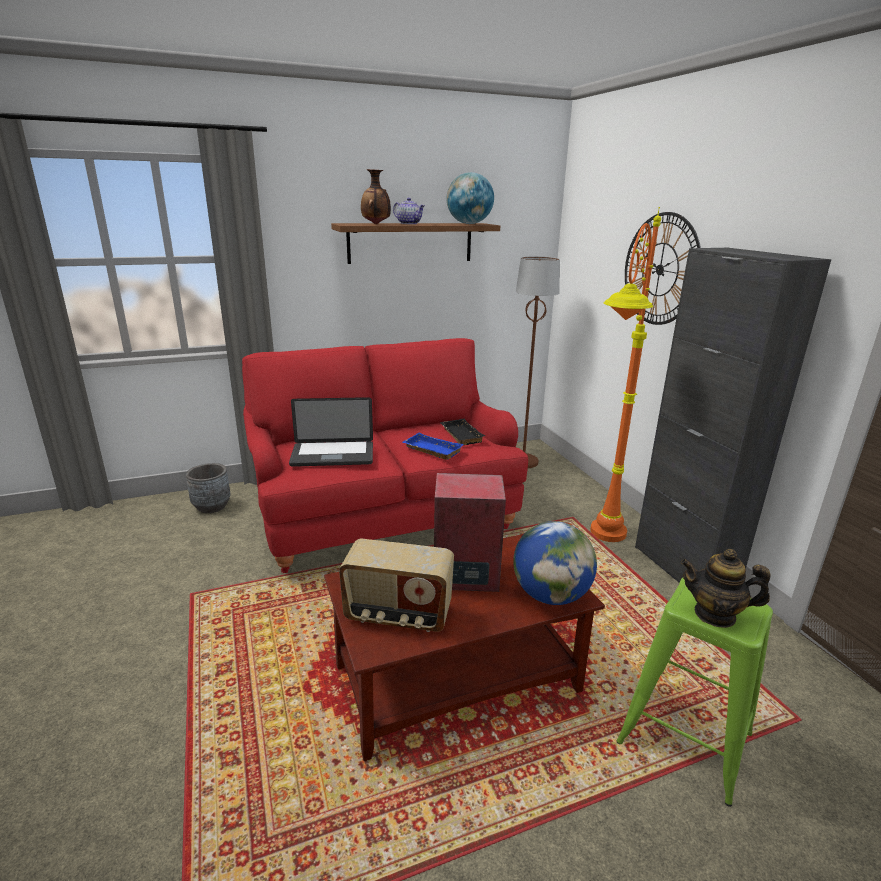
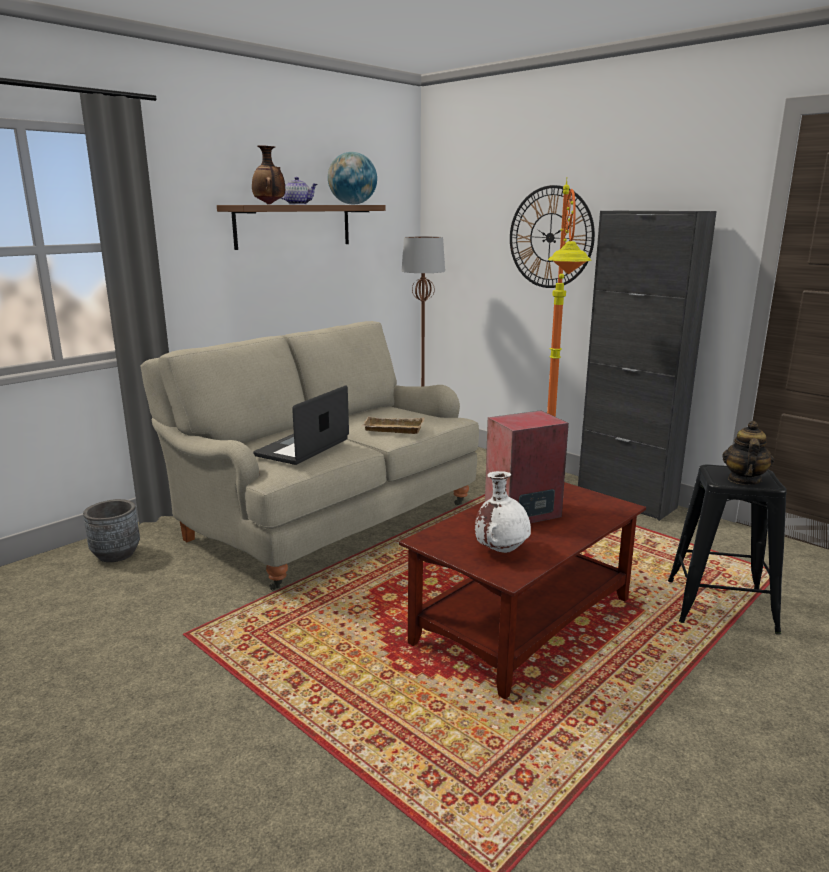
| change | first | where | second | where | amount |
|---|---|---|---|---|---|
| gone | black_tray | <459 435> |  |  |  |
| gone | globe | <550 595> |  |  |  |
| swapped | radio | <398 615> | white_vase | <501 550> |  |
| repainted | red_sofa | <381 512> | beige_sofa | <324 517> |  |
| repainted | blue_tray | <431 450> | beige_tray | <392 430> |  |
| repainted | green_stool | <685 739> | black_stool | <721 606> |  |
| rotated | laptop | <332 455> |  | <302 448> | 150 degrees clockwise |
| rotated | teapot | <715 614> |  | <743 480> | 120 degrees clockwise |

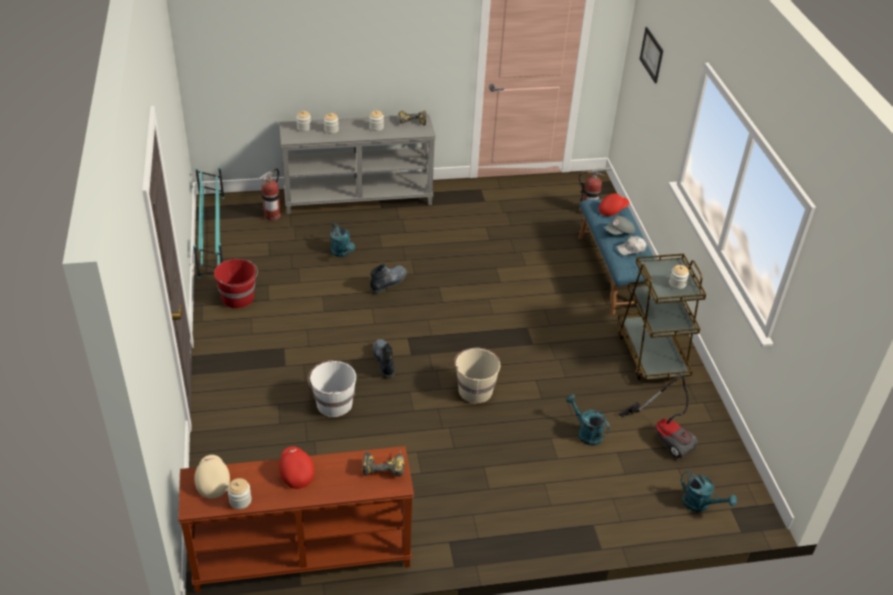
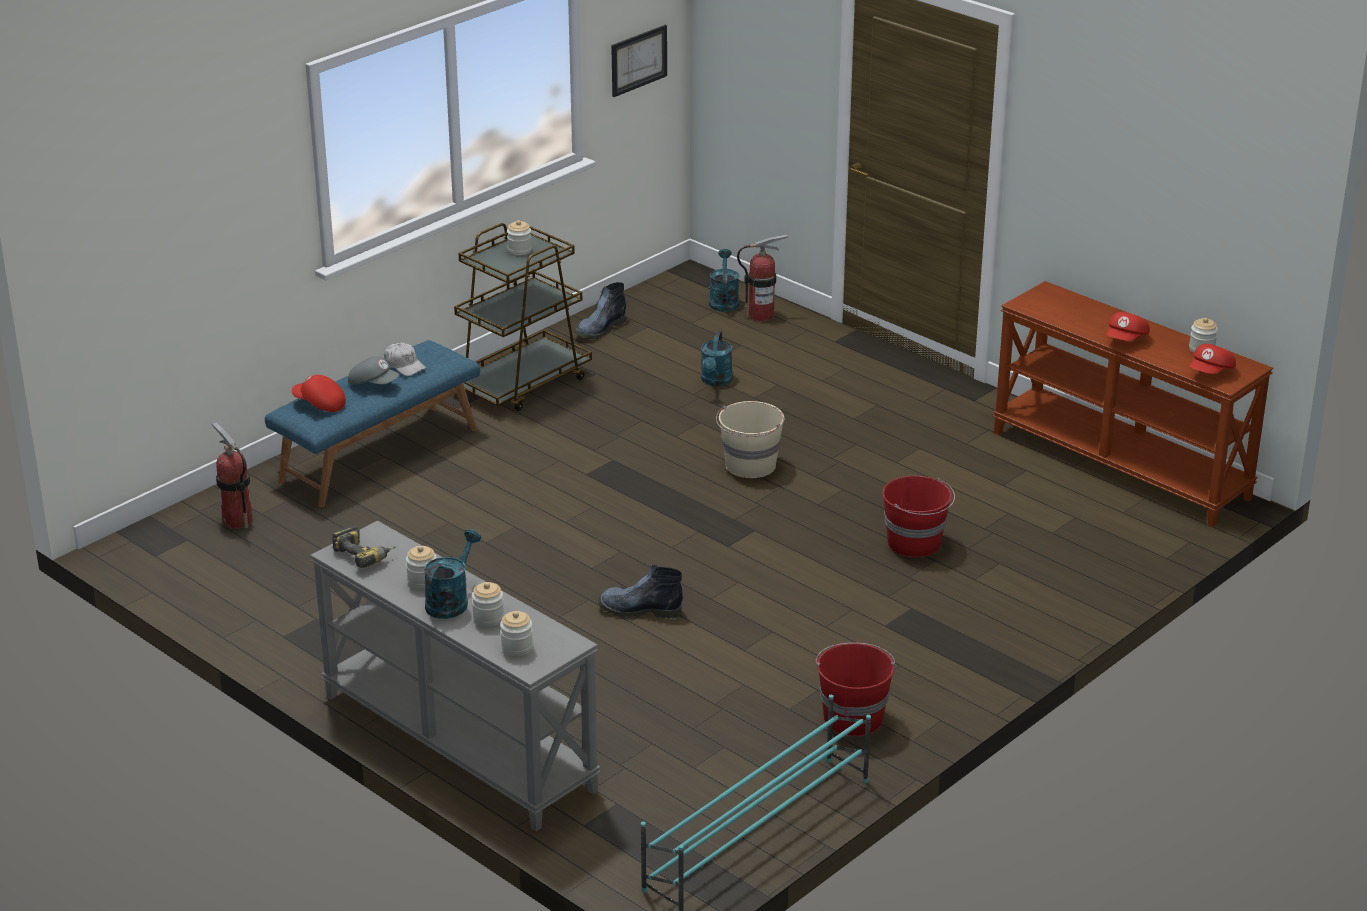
| change | first | where | second | where | amount |
|---|---|---|---|---|---|
| gone | power_drill | <384 466> |  |  |  |
| gone | vacuum_cleaner | <665 435> |  |  |  |
| shifted | fire_extinguisher | <272 216> |  | <761 315> |  |
| shifted | turquoise_watering_can | <342 253> |  | <450 601> |  |
| shifted | boot | <383 361> |  | <600 330> |  |
| shifted | picture | <652 54> |  | <638 60> |  |
| repainted | beige_cap | <212 481> | red_cap | <1211 372> |  |
| repainted | white_bucket | <333 404> | red_bucket | <915 543> |  |

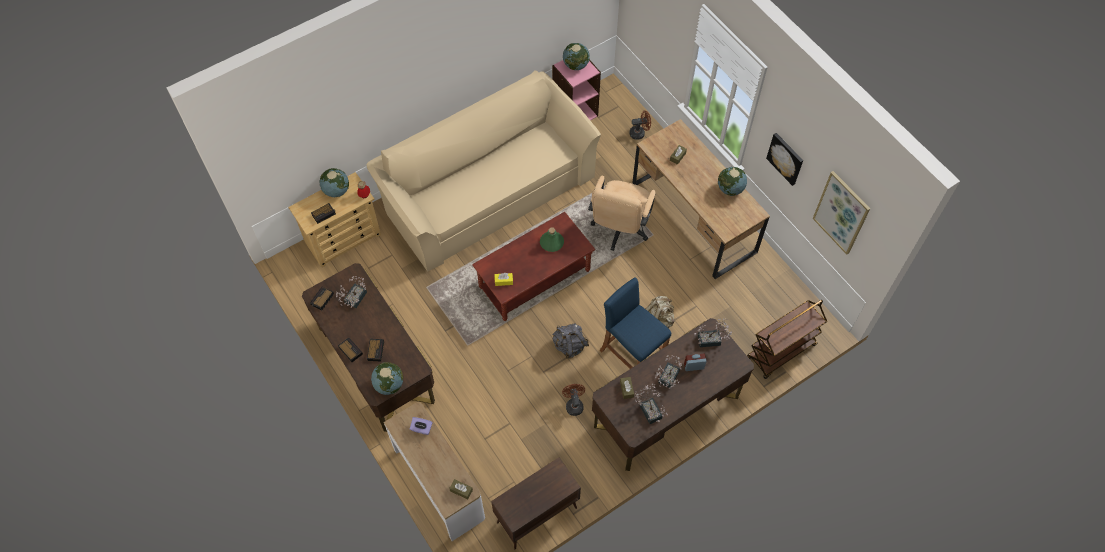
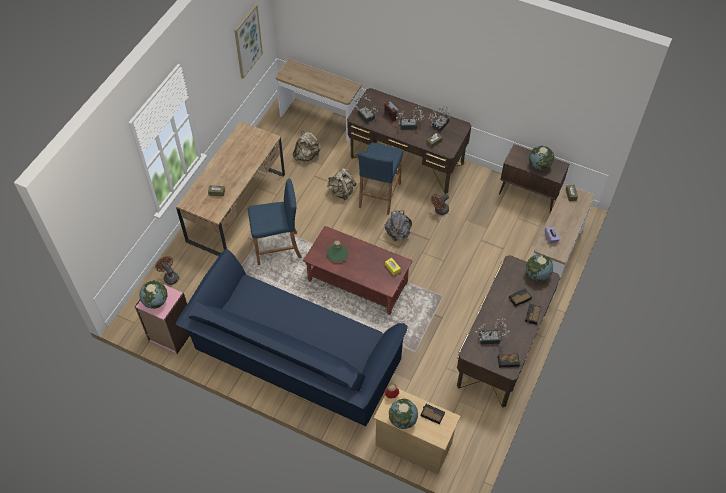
| change | first | where | second | where | amount |
|---|---|---|---|---|---|
| gone | picture | <786 158> |  |  |  |
| new |  |  | beige_backpack | <307 155> |  |
| shifted | globe | <730 189> |  | <539 165> |  |
| swapped | beige_office_chair | <619 230> | blue_stool | <277 248> |  |
| swapped | brown_cart | <781 352> | console_table | <320 119> |  |
| repainted | beige_sofa | <486 189> | blue_sofa | <294 359> |  |

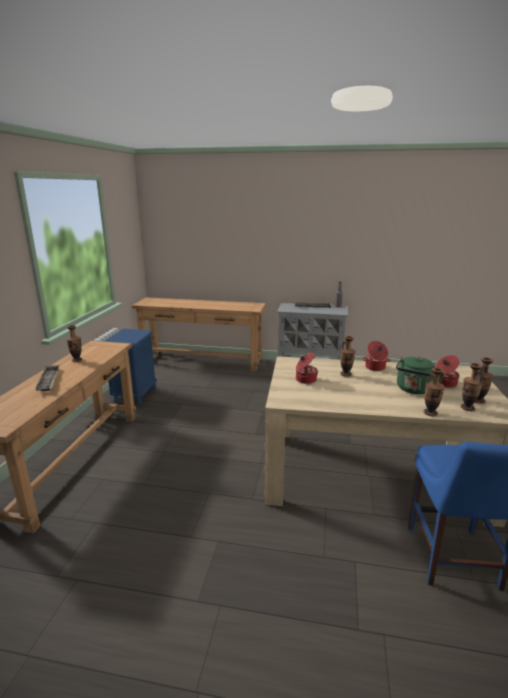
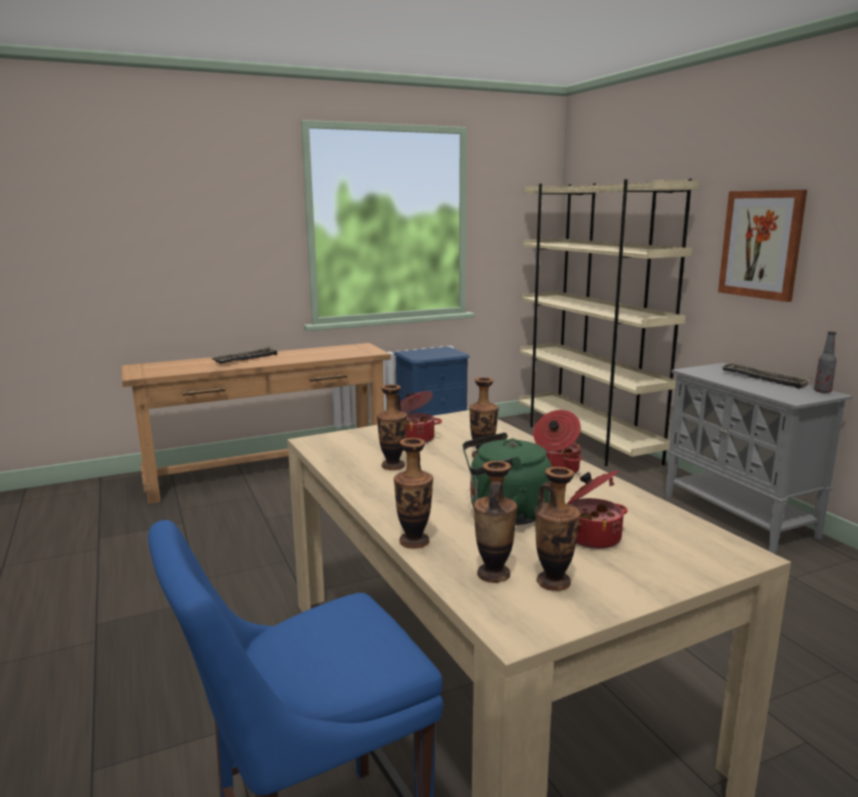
| change | first | where | second | where | amount |
|---|---|---|---|---|---|
| new |  |  | picture | <761 244> |  |
| shifted | vase | <77 360> |  | <393 466> |  |
| swapped | brown_console_table | <202 361> | beige_bookcase | <586 441> |  |

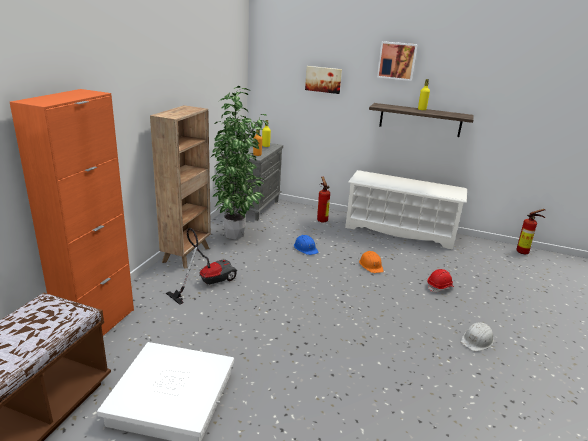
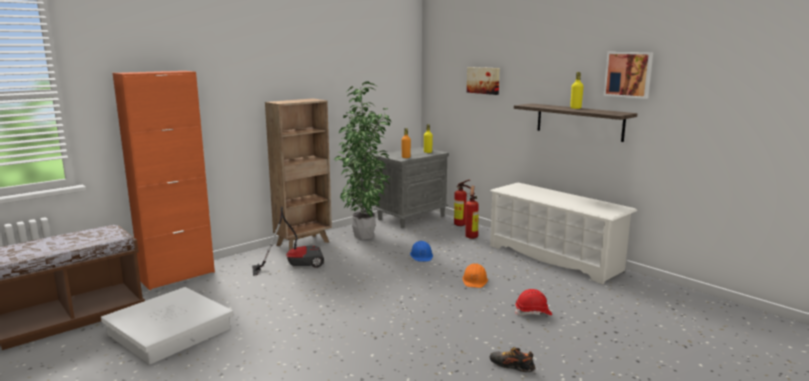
| change | first | where | second | where | amount |
|---|---|---|---|---|---|
| shifted | picture | <397 61> |  | <628 74> |  |
| shifted | fire_extinguisher | <524 252> |  | <461 225> |  |
| swapped | white_hard_hat | <477 340> | shoe | <511 366> |  |

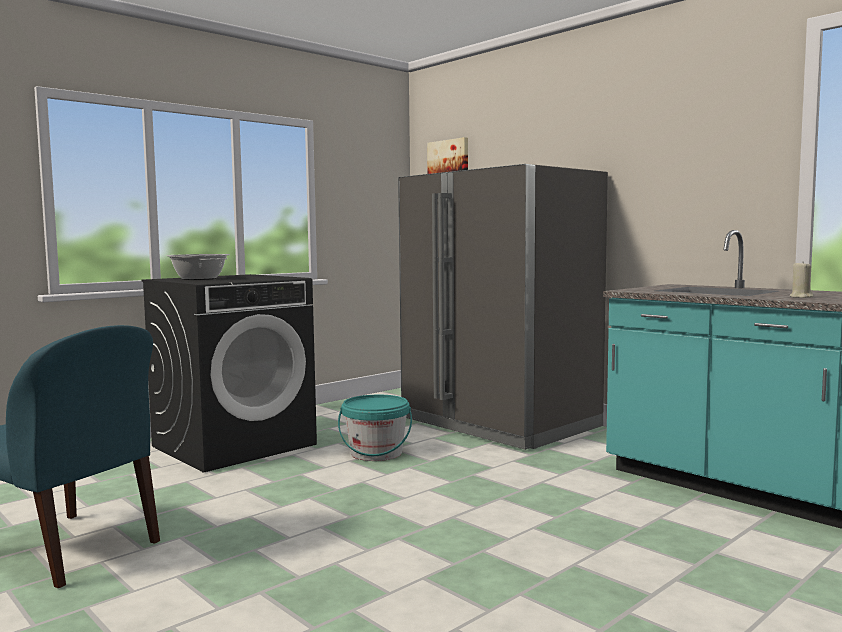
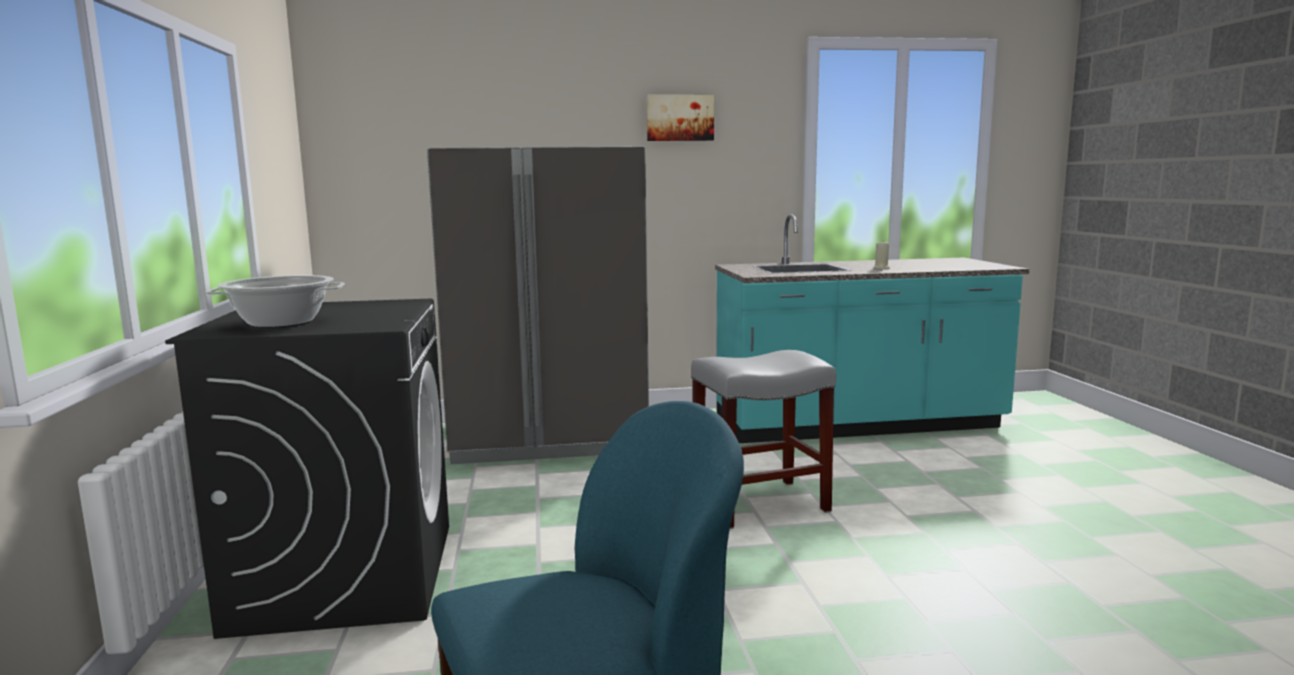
| change | first | where | second | where | amount |
|---|---|---|---|---|---|
| gone | turquoise_bucket | <376 453> |  |  |  |
| new |  |  | grey_stool | <760 503> |  |
| shifted | picture | <448 158> |  | <680 118> |  |

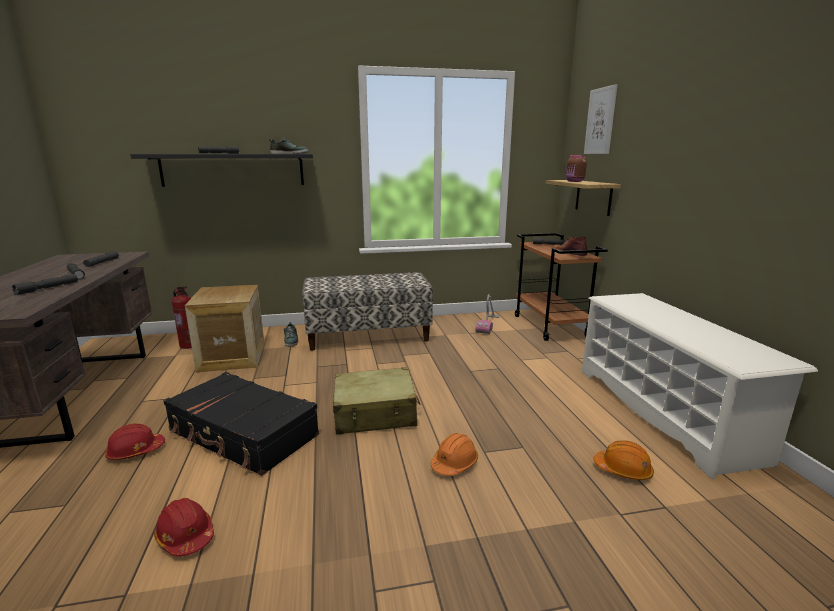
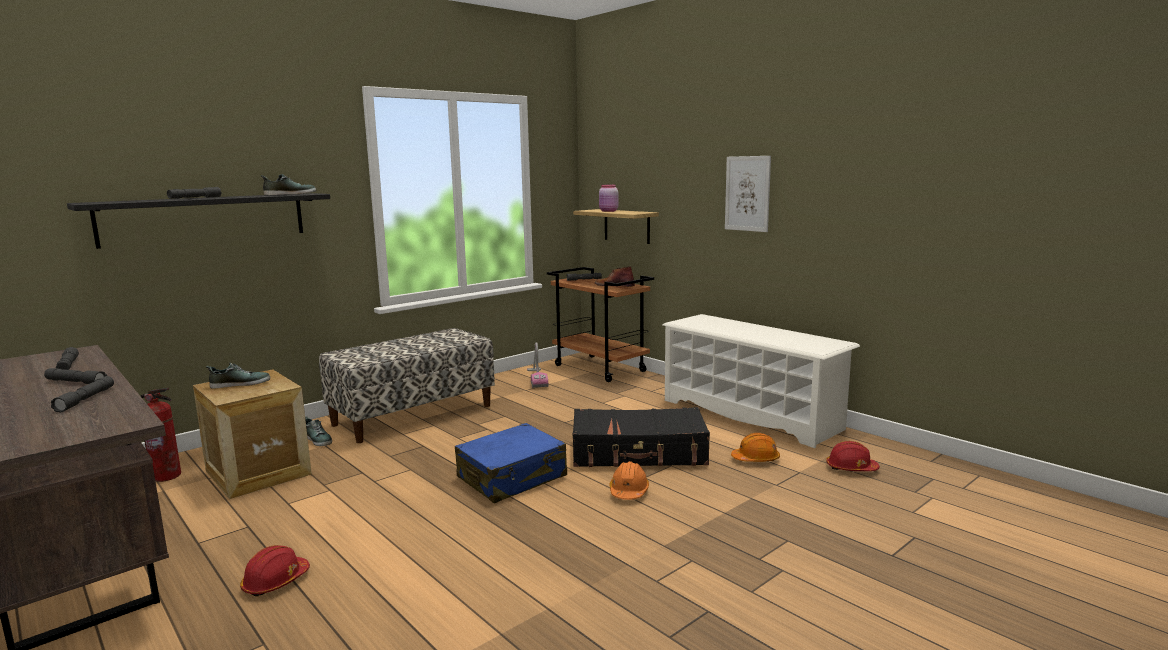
| change | first | where | second | where | amount |
|---|---|---|---|---|---|
| new |  |  | shoe | <240 384> |  |
| shifted | red_hard_hat | <185 536> |  | <851 468> |  |
| shifted | black_suitcase | <243 434> |  | <639 453> |  |
| shifted | picture | <600 121> |  | <747 193> |  |
| repainted | beige_suitcase | <375 413> | blue_suitcase | <512 477> |  |
| repainted | brown_jar | <574 181> | pink_jar | <608 211> |  |

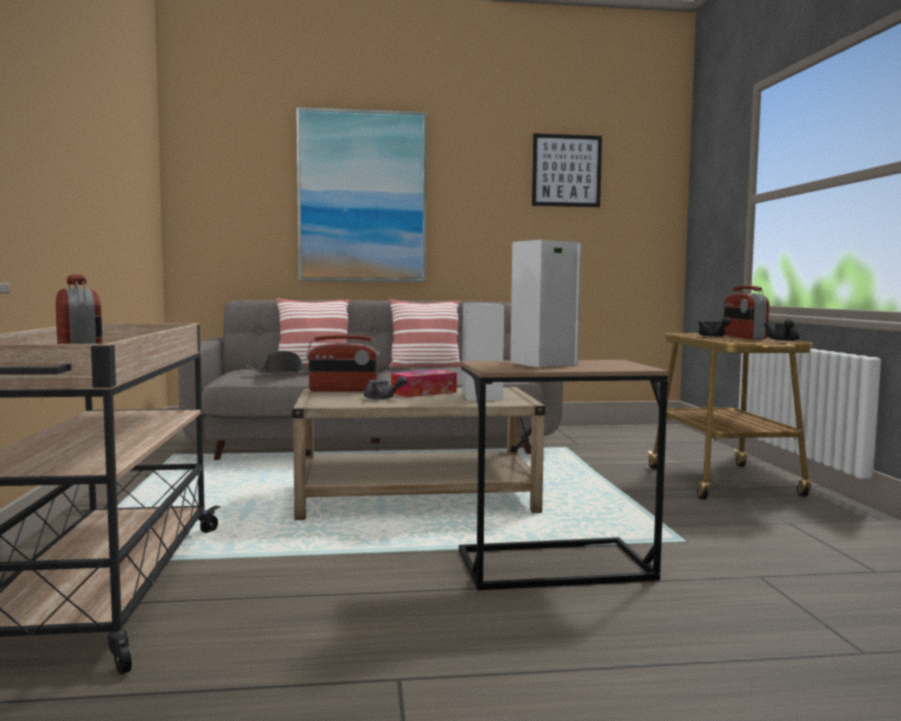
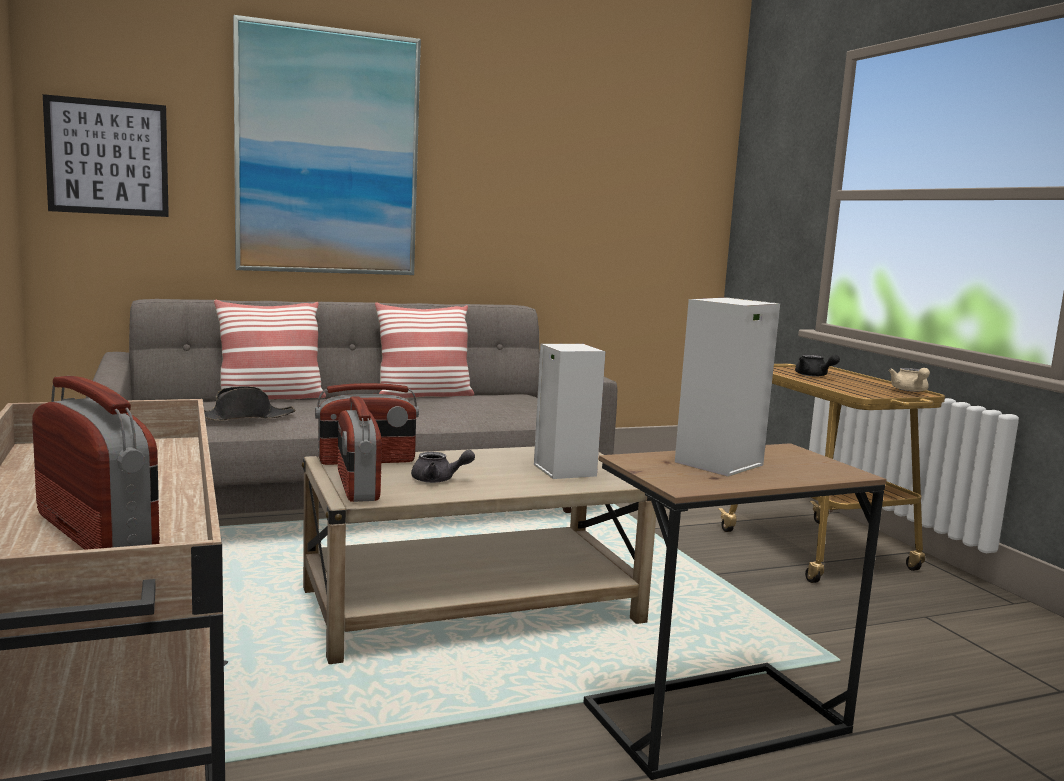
| change | first | where | second | where | amount |
|---|---|---|---|---|---|
| gone | tissue_box | <423 392> |  |  |  |
| shifted | picture | <566 171> |  | <107 157> |  |
| shifted | radio | <743 337> |  | <356 487> |  |
| repainted | black_teapot | <783 340> | beige_teapot | <910 390> |  |

